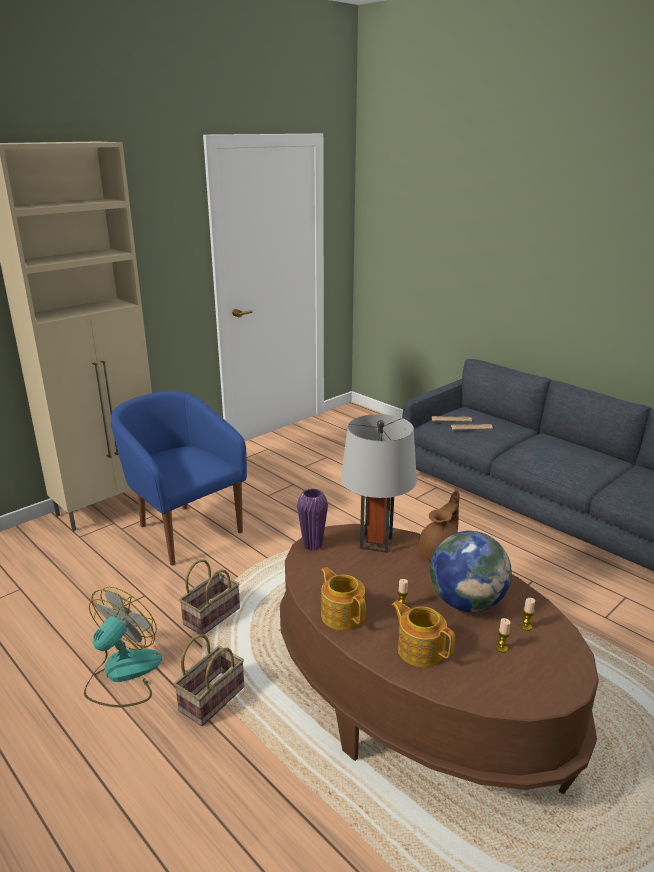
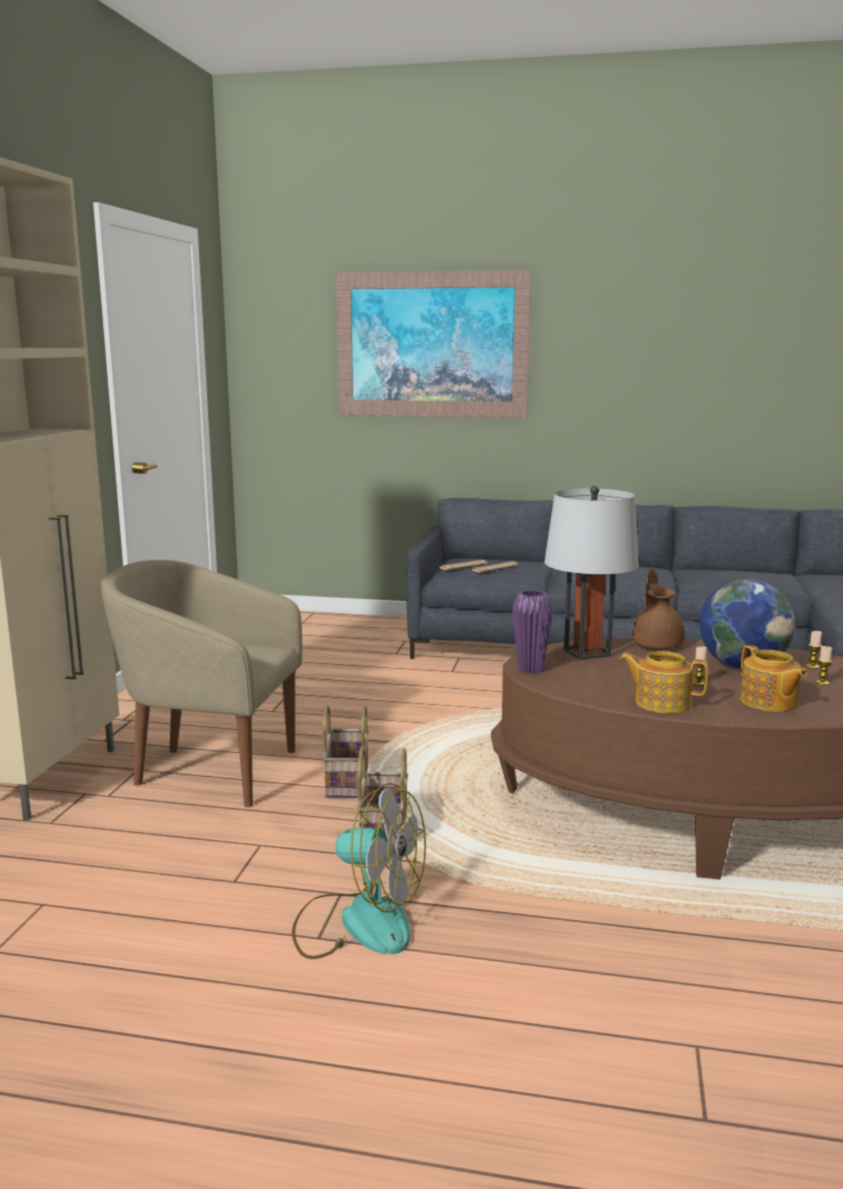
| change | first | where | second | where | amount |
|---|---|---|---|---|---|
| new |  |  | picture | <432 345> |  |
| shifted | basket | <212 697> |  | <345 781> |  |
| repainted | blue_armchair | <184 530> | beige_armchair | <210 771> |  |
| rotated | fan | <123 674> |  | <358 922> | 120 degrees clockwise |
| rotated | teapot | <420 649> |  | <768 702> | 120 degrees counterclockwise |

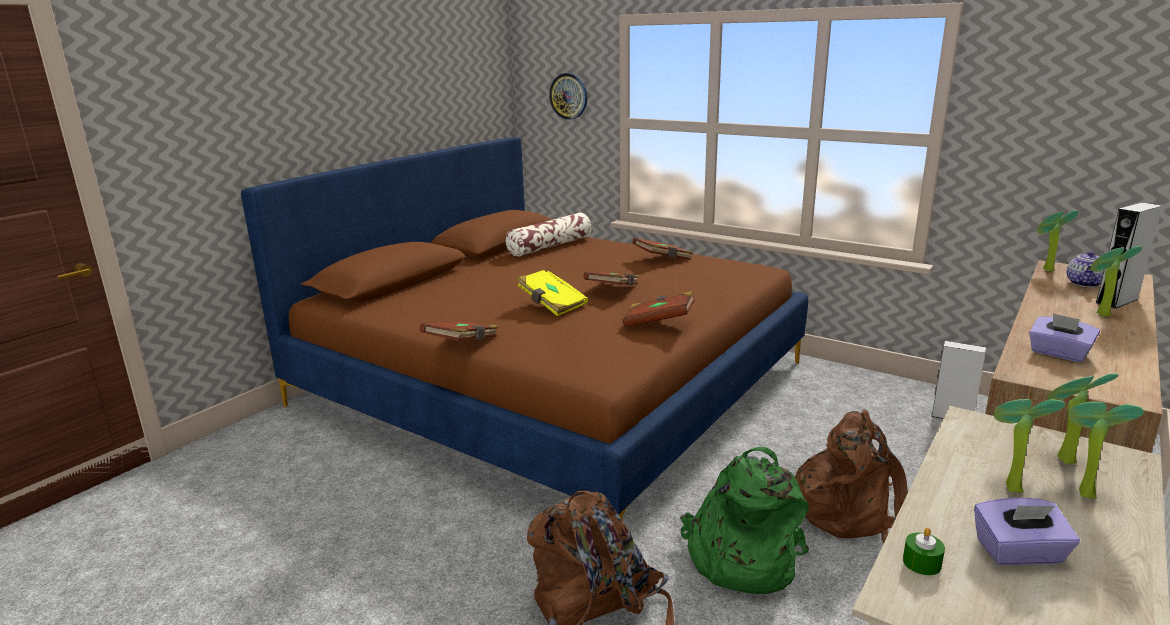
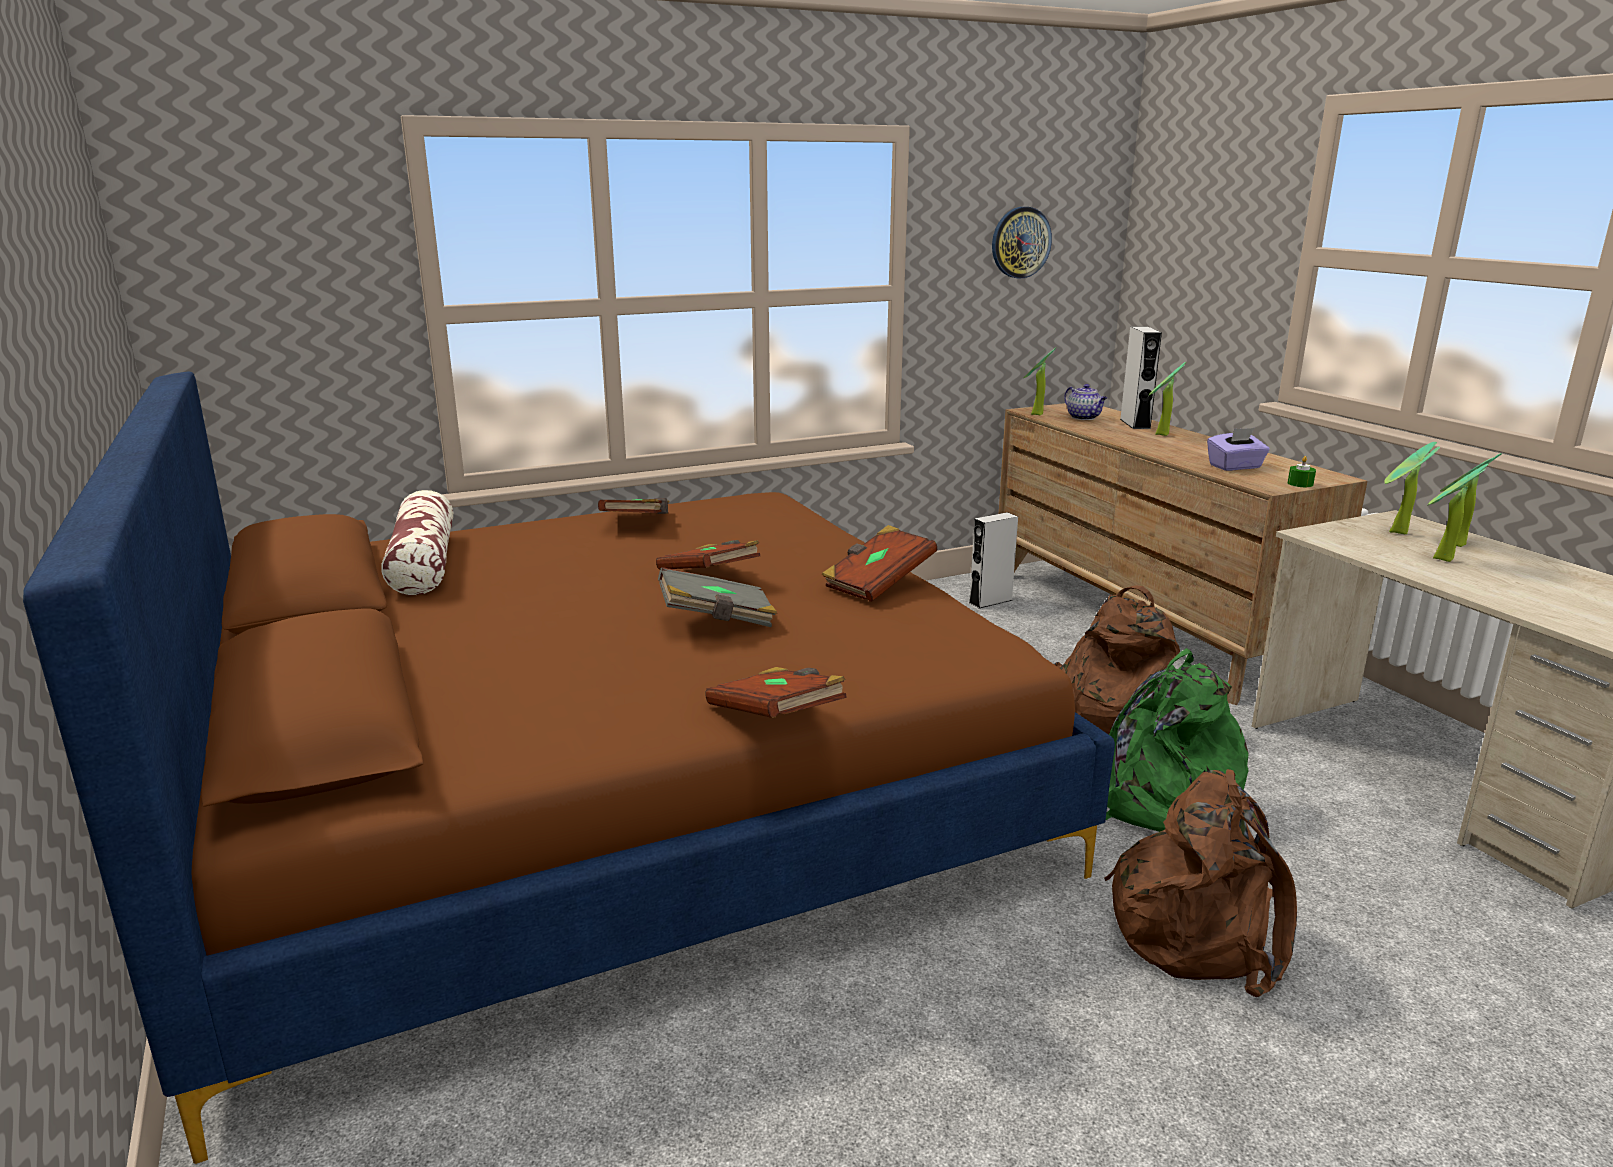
| change | first | where | second | where | amount |
|---|---|---|---|---|---|
| gone | purple_tissue_box | <1019 553> |  |  |  |
| shifted | wall_clock | <569 96> |  | <1020 242> |  |
| shifted | green_candle | <921 563> |  | <1300 484> |  |
| repainted | yellow_book | <551 304> | grey_book | <717 619> |  |

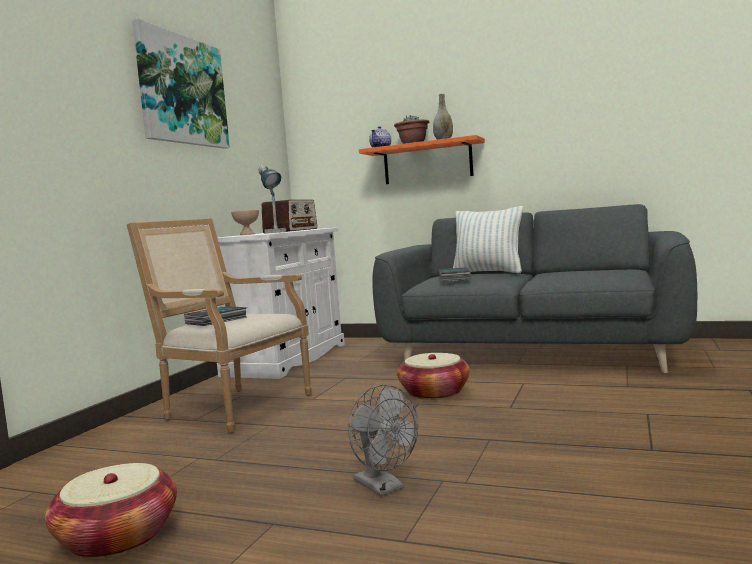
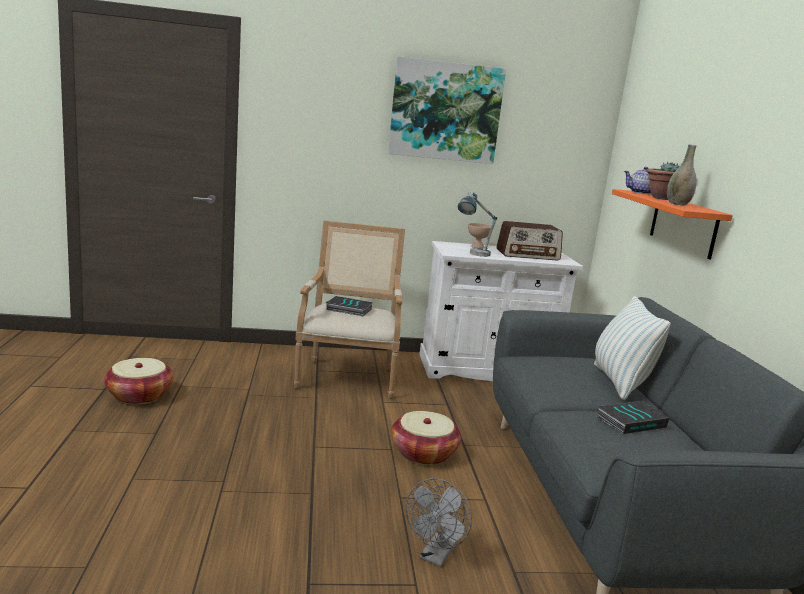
| change | first | where | second | where | amount |
|---|---|---|---|---|---|
| shifted | grey_fan | <384 487> |  | <435 556> |  |
| shifted | book | <453 278> |  | <630 421> |  |

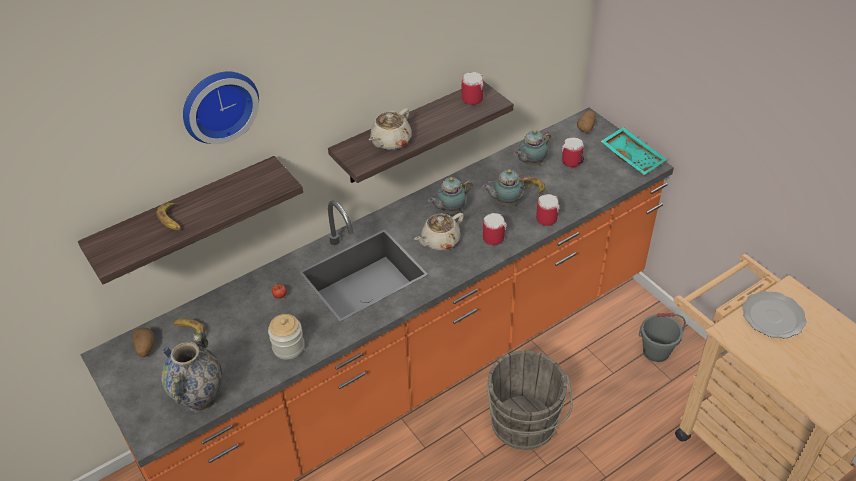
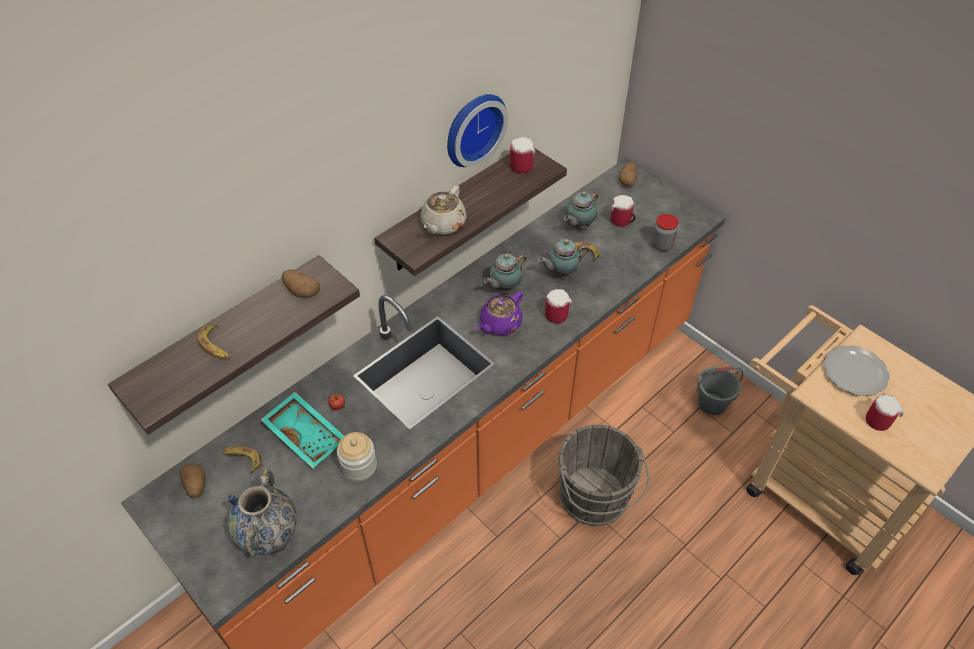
| change | first | where | second | where | amount |
|---|---|---|---|---|---|
| new |  |  | potato | <301 291> |  |
| new |  |  | jar | <662 245> |  |
| shifted | wall_clock | <218 104> |  | <472 128> |  |
| shifted | mug | <548 217> |  | <878 418> |  |
| shifted | turquoise_tray | <633 156> |  | <306 434> |  |
| repainted | beige_teapot | <440 241> | purple_teapot | <500 324> |  |

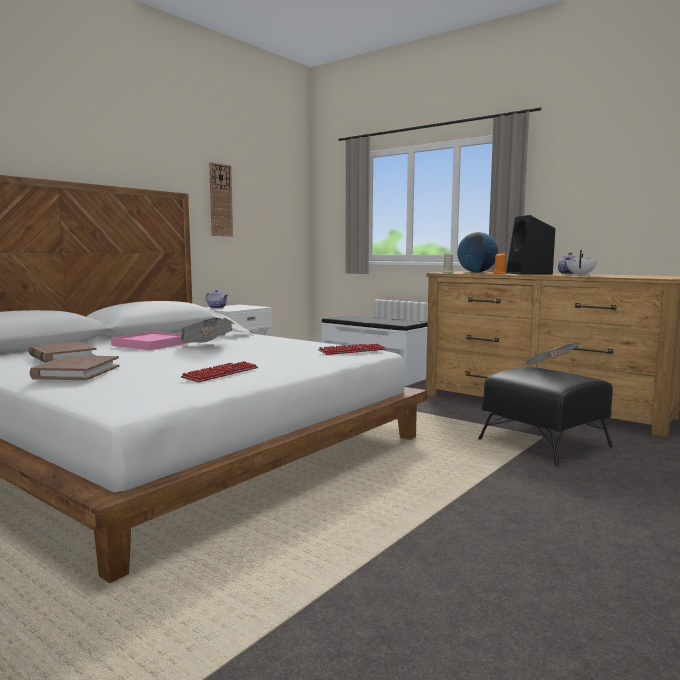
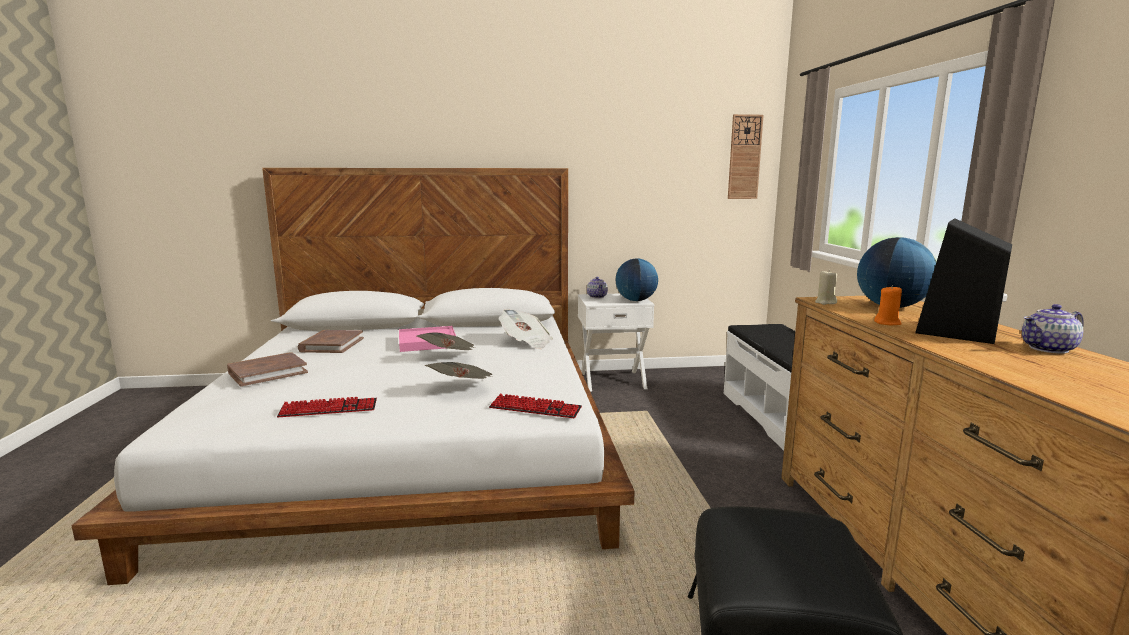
| change | first | where | second | where | amount |
|---|---|---|---|---|---|
| gone | white_teapot | <581 275> |  |  |  |
| new |  |  | globe | <636 300> |  |
| shifted | wall_clock | <220 200> |  | <744 157> |  |
| shifted | newspaper | <549 369> |  | <462 388> |  |

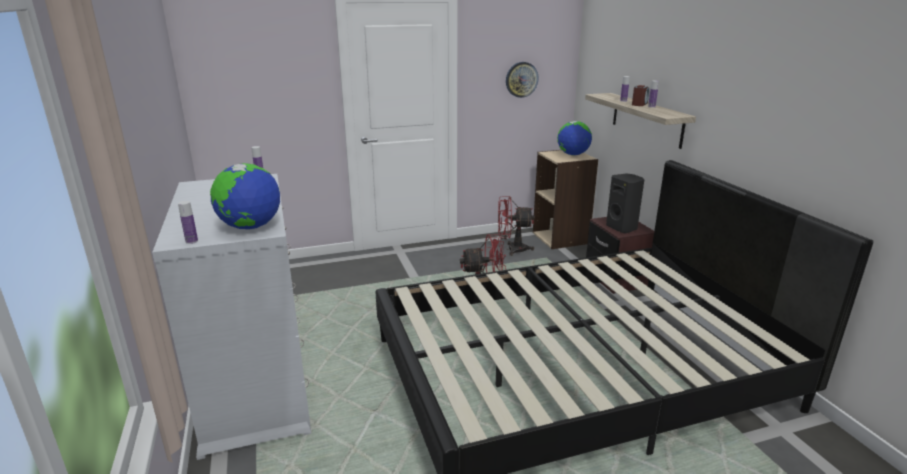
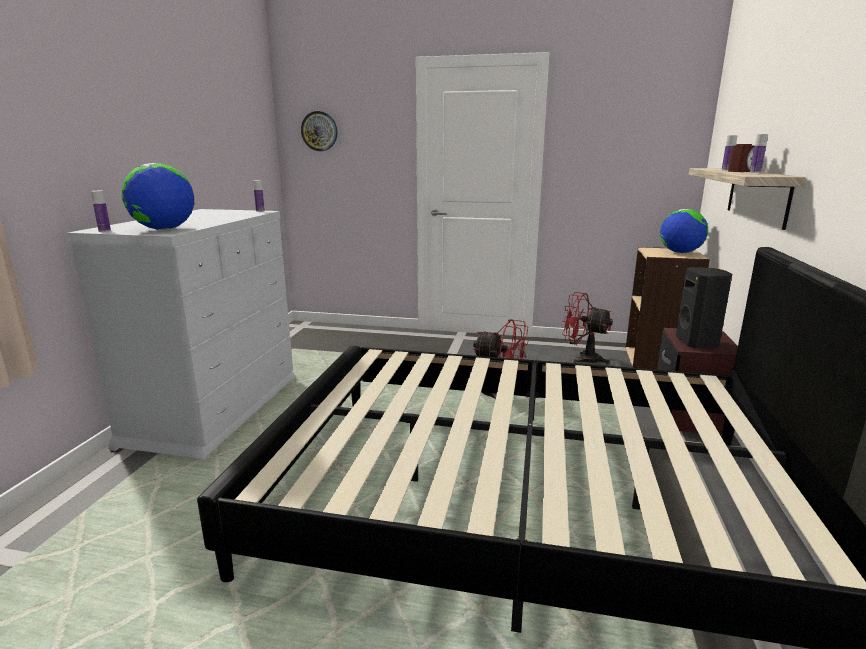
| change | first | where | second | where | amount |
|---|---|---|---|---|---|
| shifted | wall_clock | <521 79> |  | <319 131> |  |

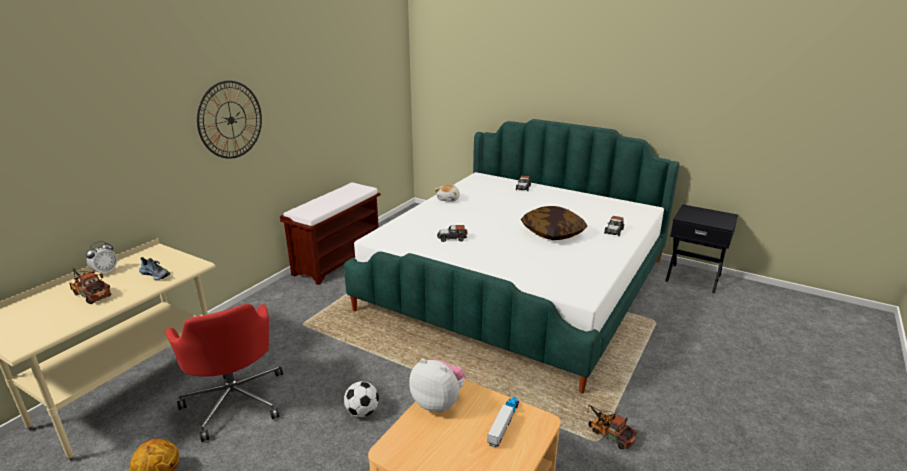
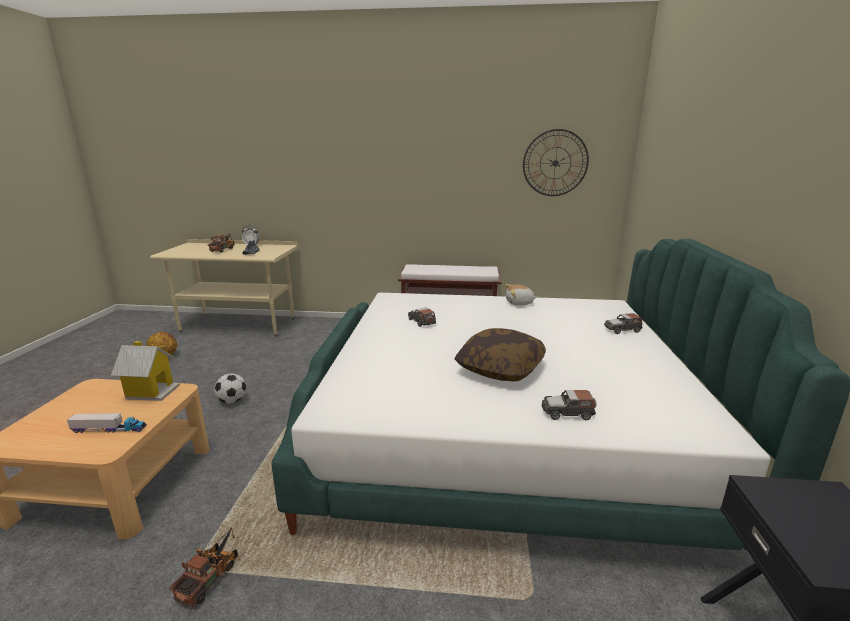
| change | first | where | second | where | amount |
|---|---|---|---|---|---|
| gone | red_office_chair | <235 400> |  |  |  |
| shifted | wall_clock | <230 120> |  | <555 163> |  |
| swapped | plush_toy | <438 402> | toy_house | <151 391> |  |

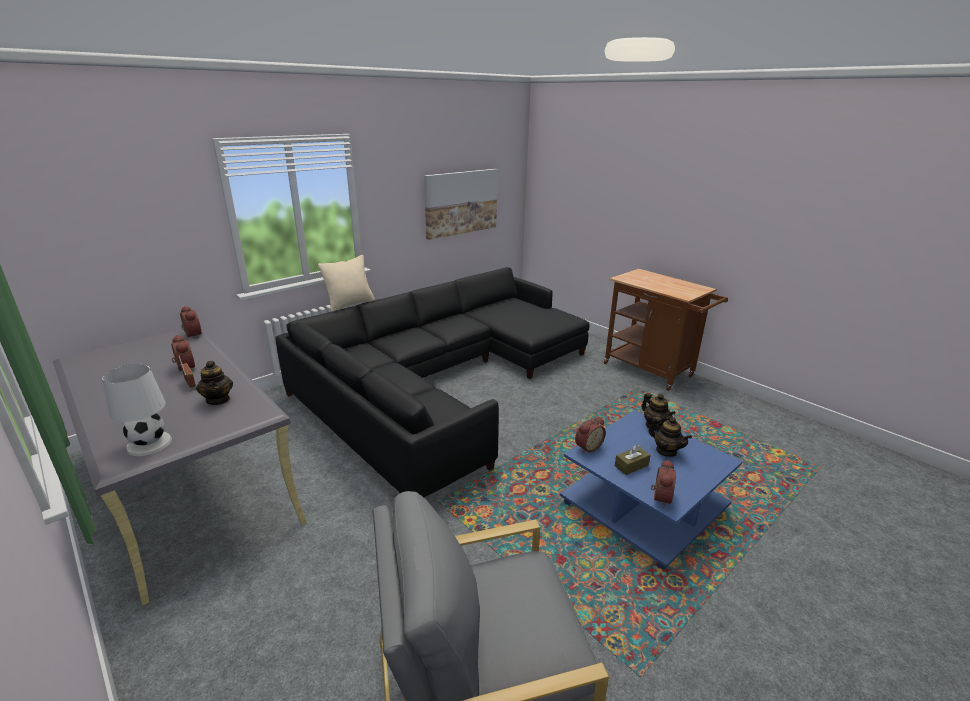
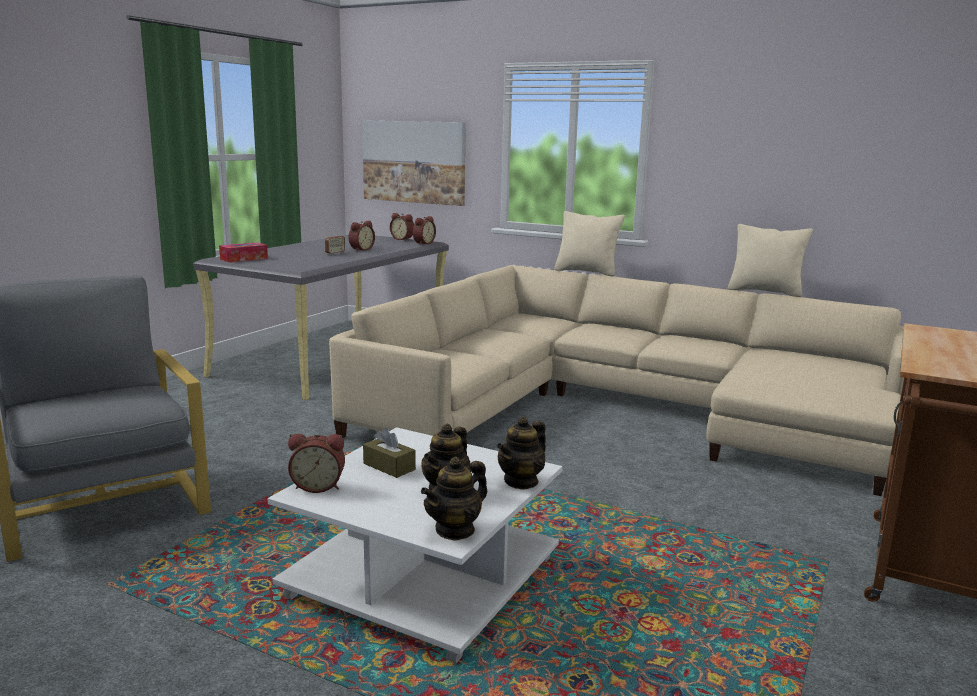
| change | first | where | second | where | amount |
|---|---|---|---|---|---|
| new |  |  | beige_pillow | <765 291> |  |
| shifted | teapot | <218 399> |  | <455 530> |  |
| shifted | picture | <461 202> |  | <414 162> |  |
| shifted | alarm_clock | <587 447> |  | <403 239> |  |
| swapped | white_table_lamp | <149 443> | tissue_box | <244 259> |  |
| repainted | black_sofa | <441 382> | beige_sofa | <619 409> |  |
| repainted | blue_coffee_table | <642 506> | white_coffee_table | <426 578> |  |

